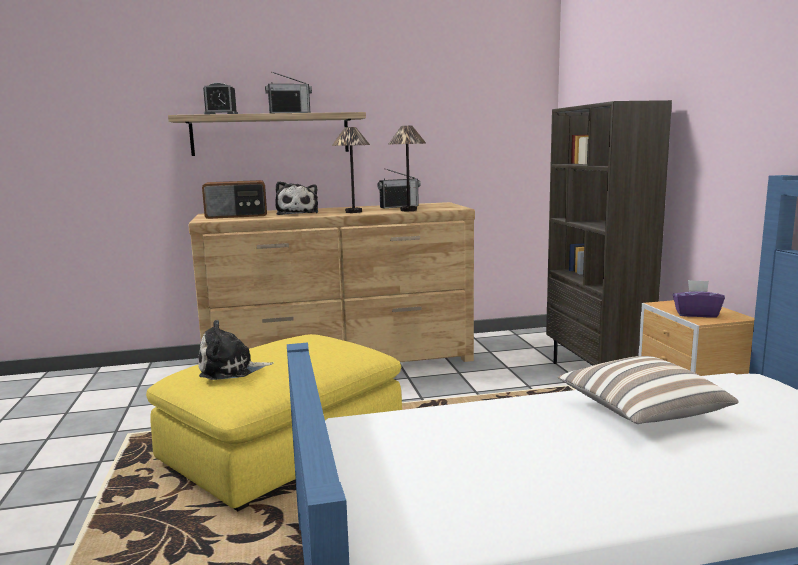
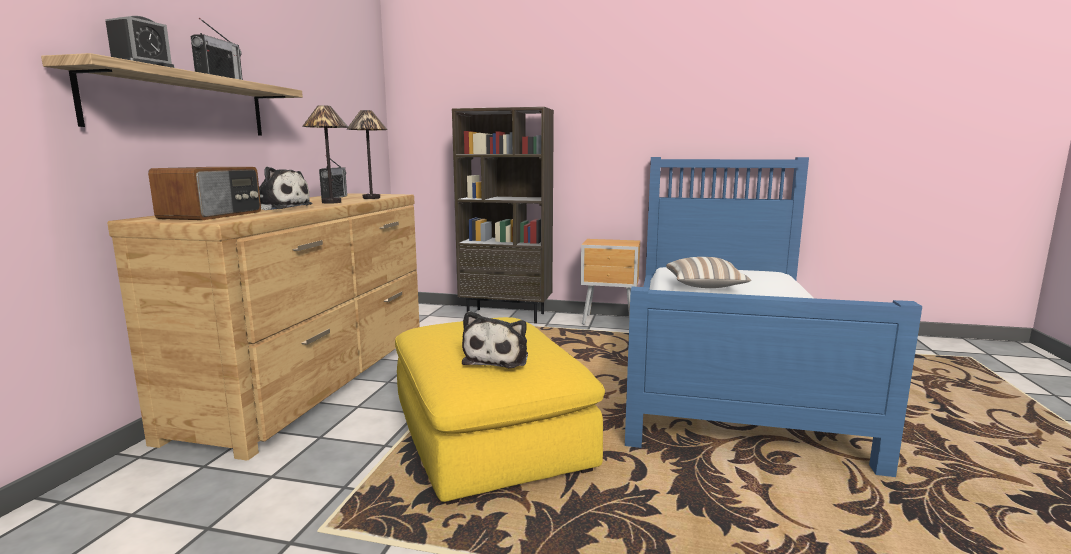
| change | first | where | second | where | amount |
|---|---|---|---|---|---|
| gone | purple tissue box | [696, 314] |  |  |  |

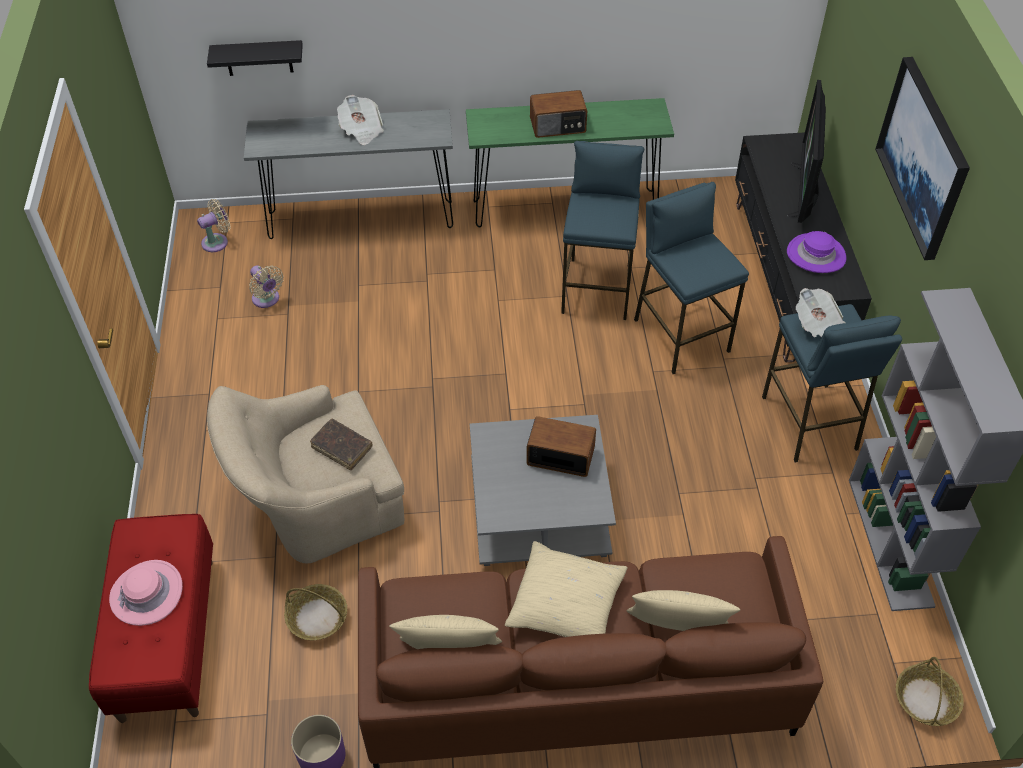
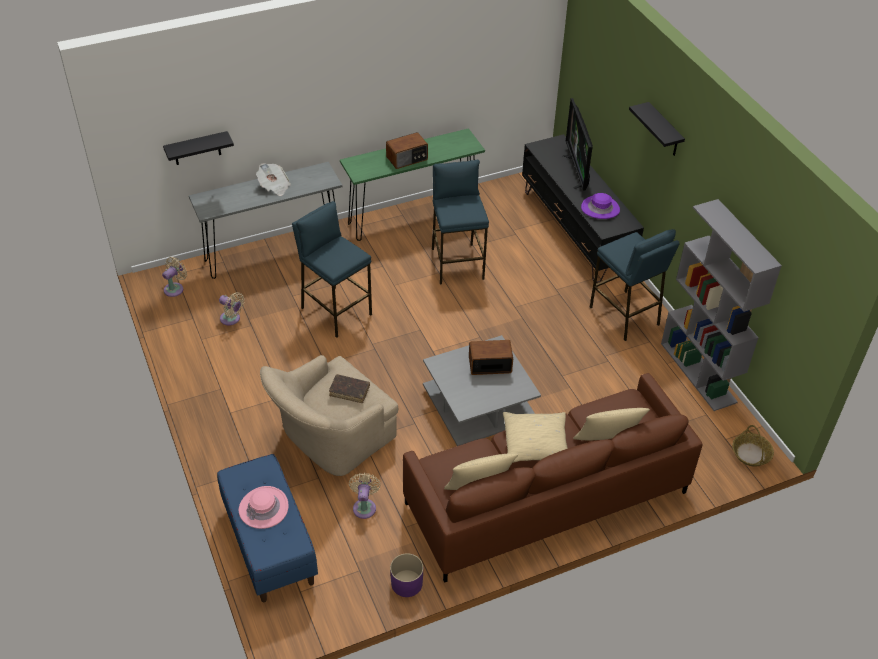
| change | first | where | second | where | amount |
|---|---|---|---|---|---|
| repainted | red bench | [167, 637] | blue bench | [269, 544] |  |
| swapped | basket | [317, 618] | beige fan | [364, 506] |  |
| shifted | blue stool | [681, 335] |  | [336, 311] |  |
| gone | newspaper | [818, 326] |  |  |  |
| swapped | picture | [923, 157] | black shelf | [664, 131] |  |

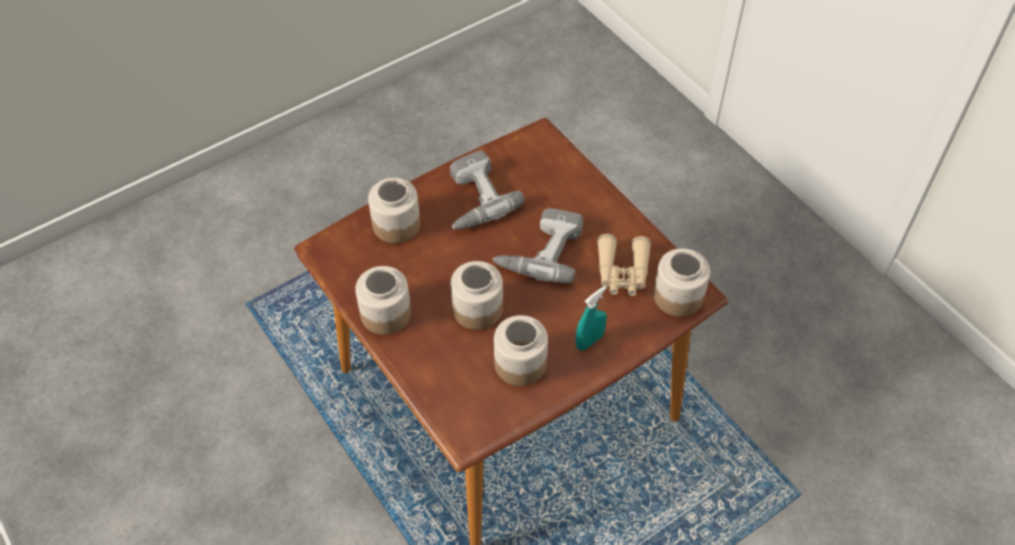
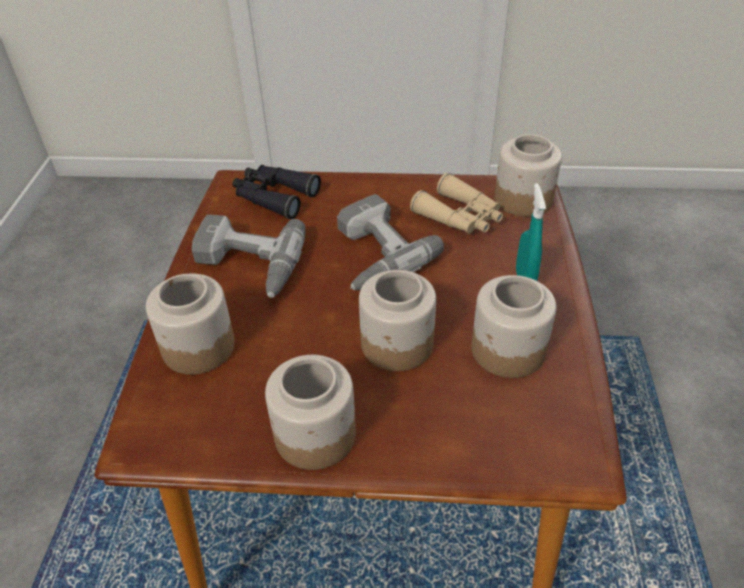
| change | first | where | second | where | amount |
|---|---|---|---|---|---|
| new |  |  | black binoculars | [274, 197] |  |

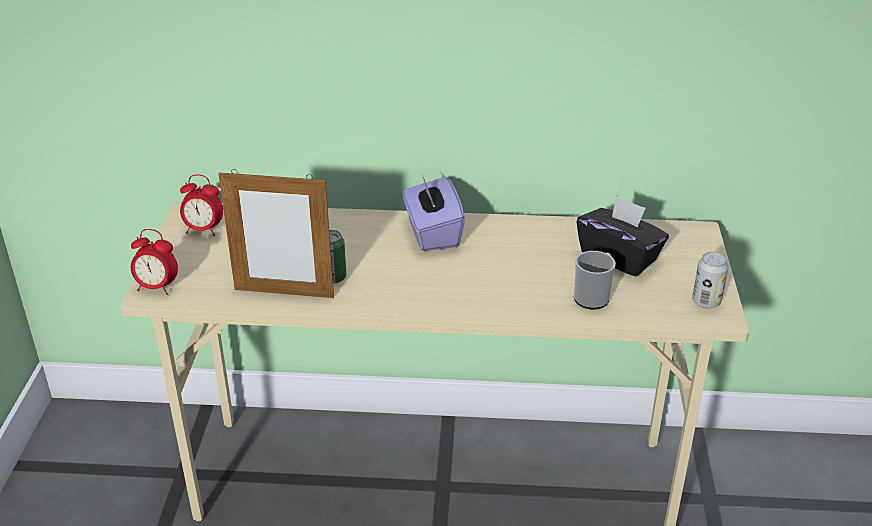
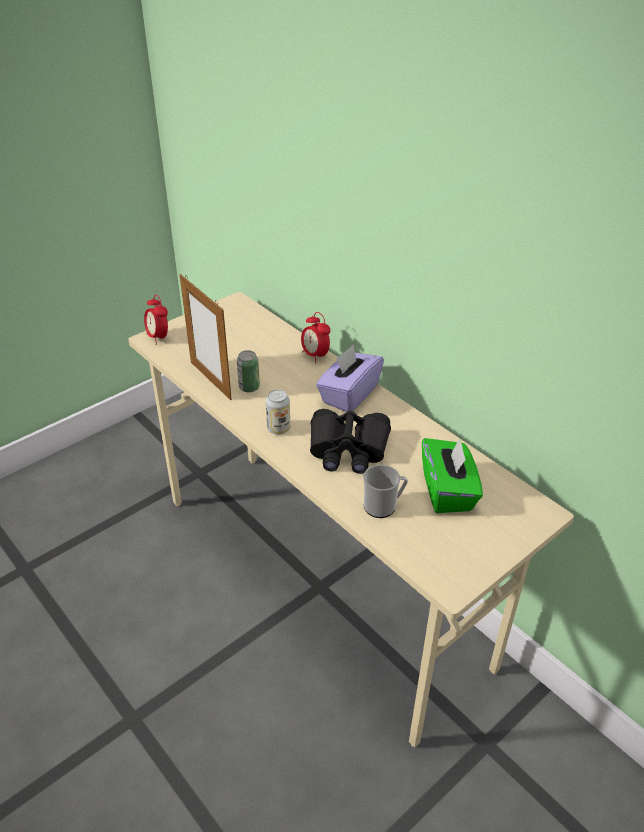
| change | first | where | second | where | amount |
|---|---|---|---|---|---|
| shifted | alarm clock | [203, 230] |  | [315, 355] |  |
| repainted | black tissue box | [619, 257] | green tissue box | [448, 491] |  |
| shifted | can | [706, 302] |  | [278, 428] |  |
| new |  |  | black binoculars | [348, 449] |  |

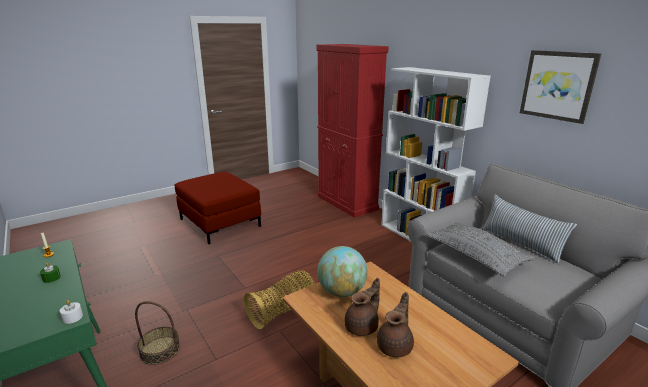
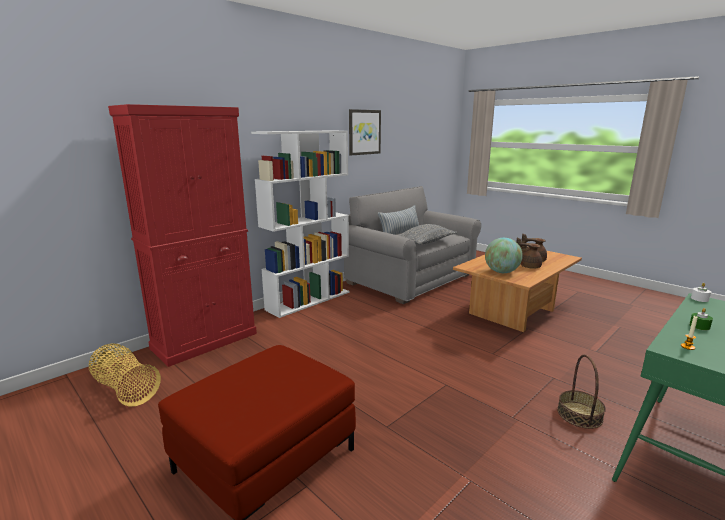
| change | first | where | second | where | amount |
|---|---|---|---|---|---|
| shifted | basket | [283, 311] |  | [125, 389] |  |

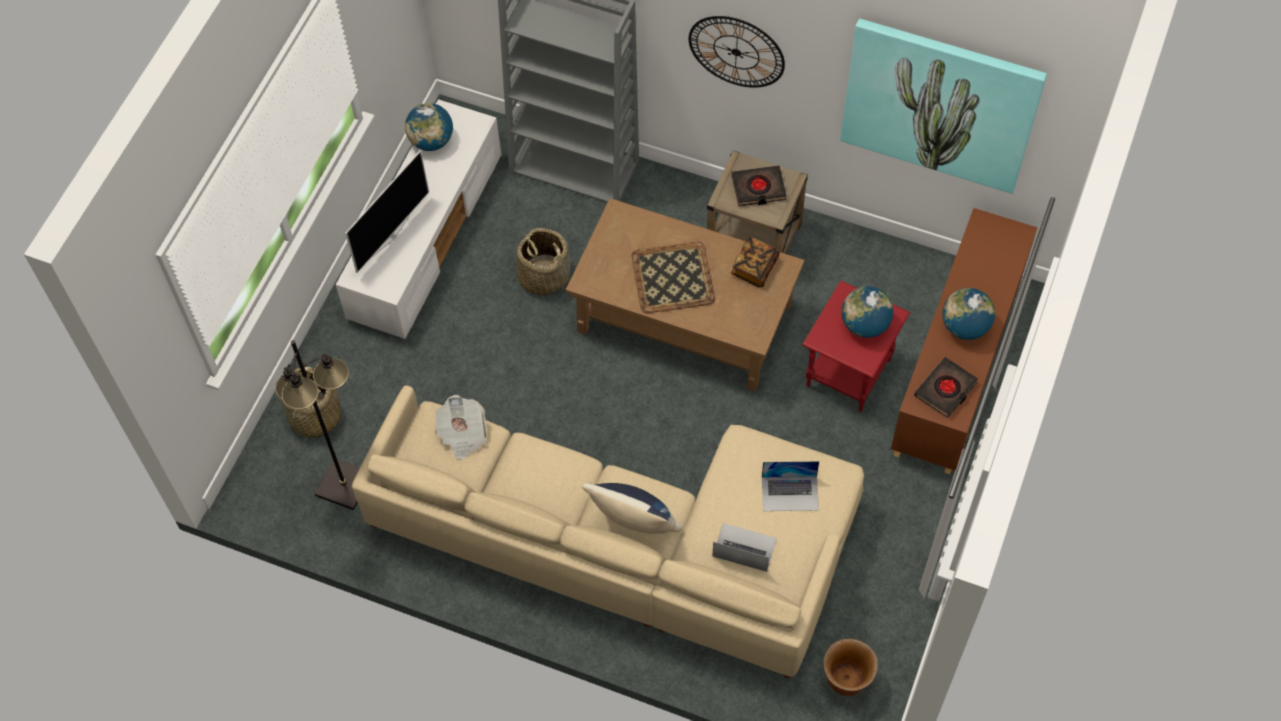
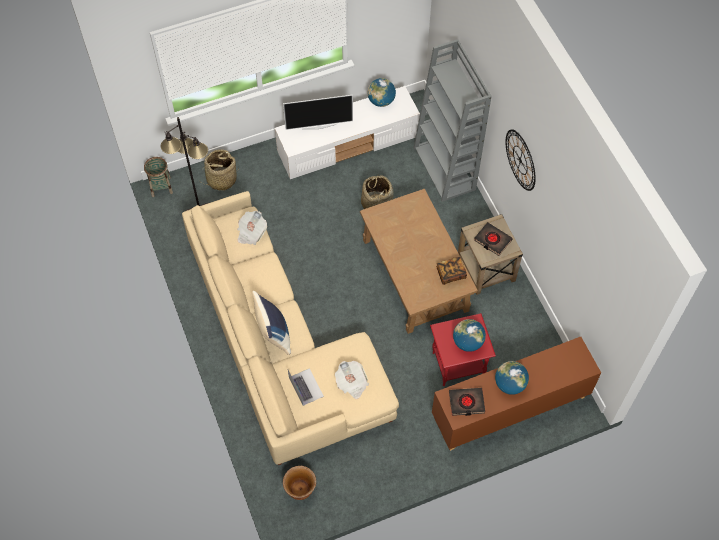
| change | first | where | second | where | amount |
|---|---|---|---|---|---|
| gone | tray | [672, 278] |  |  |  |
| swapped | laptop | [790, 493] | newspaper | [352, 383] |  |
| gone | picture | [940, 103] |  |  |  |
| new |  |  | basket | [161, 187] |  |

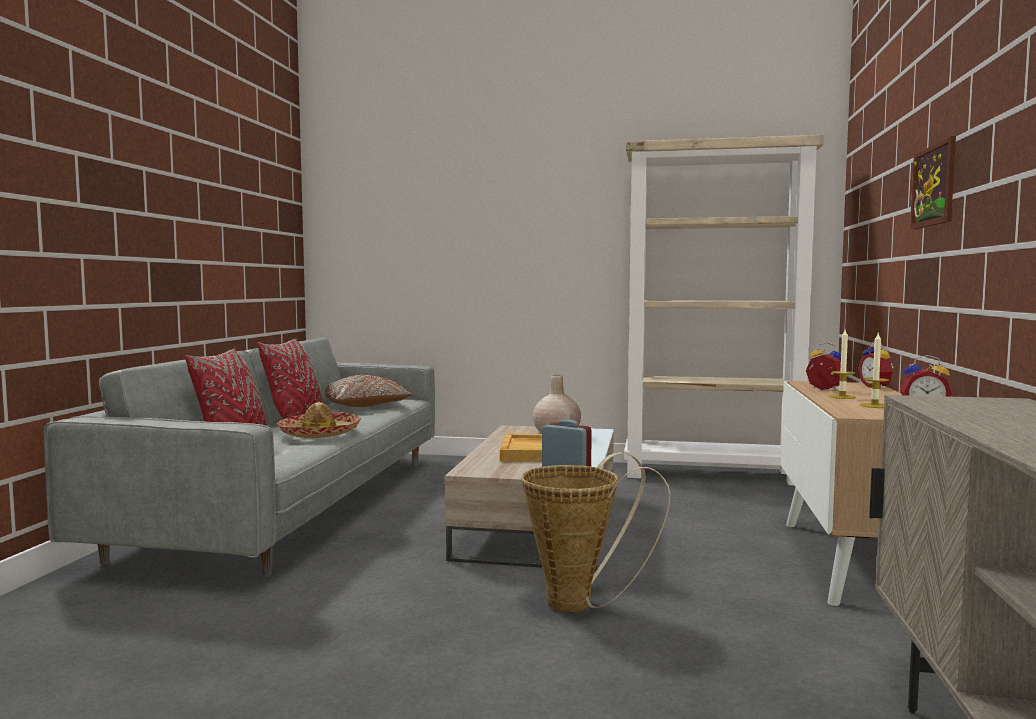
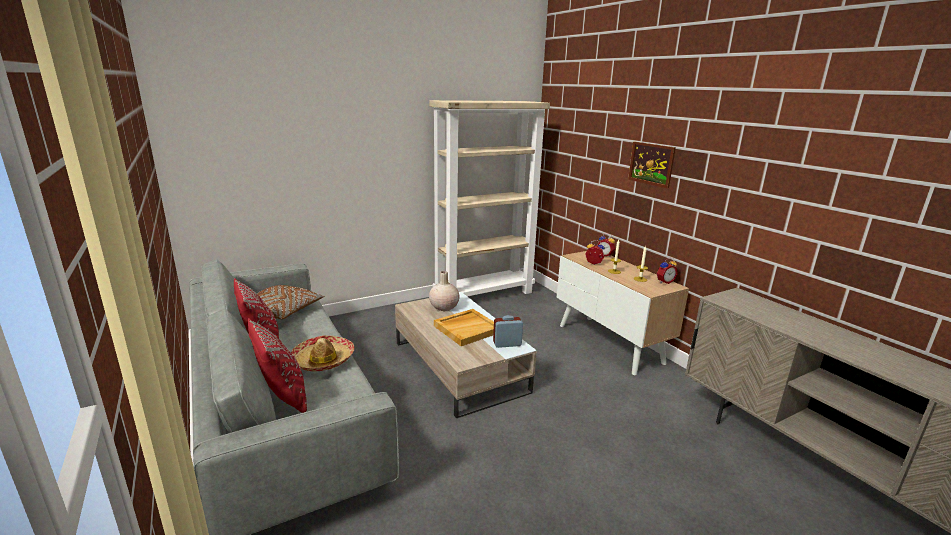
| change | first | where | second | where | amount |
|---|---|---|---|---|---|
| gone | basket | [580, 603] |  |  |  |

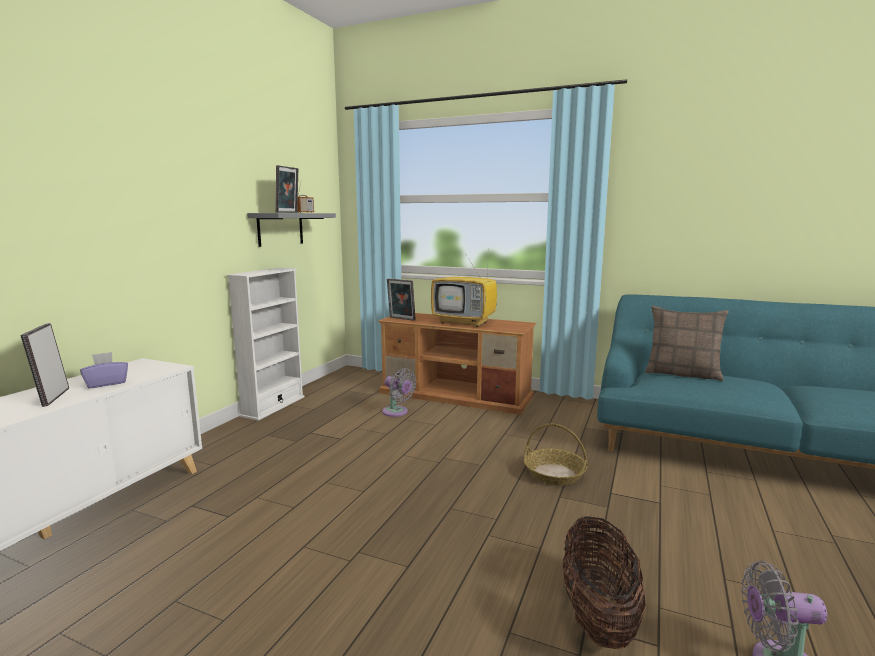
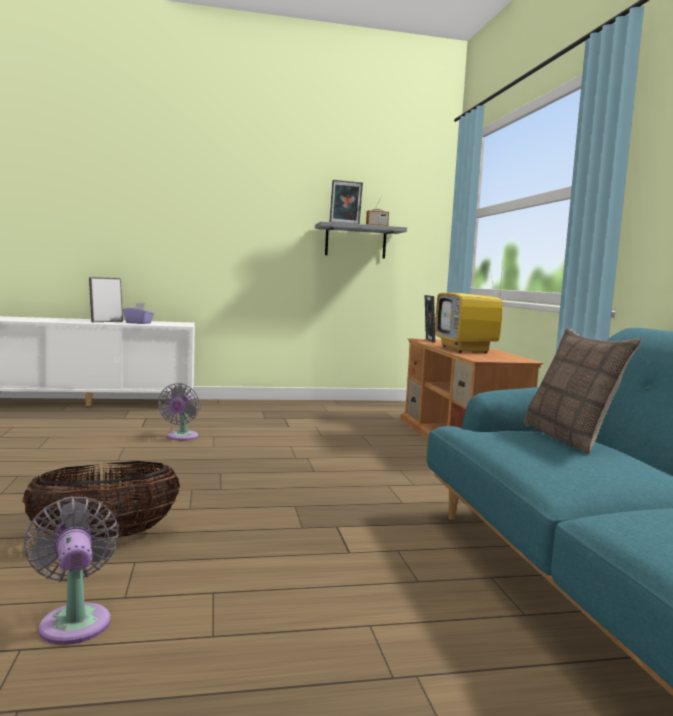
| change | first | where | second | where | amount |
|---|---|---|---|---|---|
| gone | white bookcase | [273, 406] |  |  |  |
| shifted | grey fan | [397, 412] |  | [181, 437] |  |
| gone | basket | [554, 474] |  |  |  |

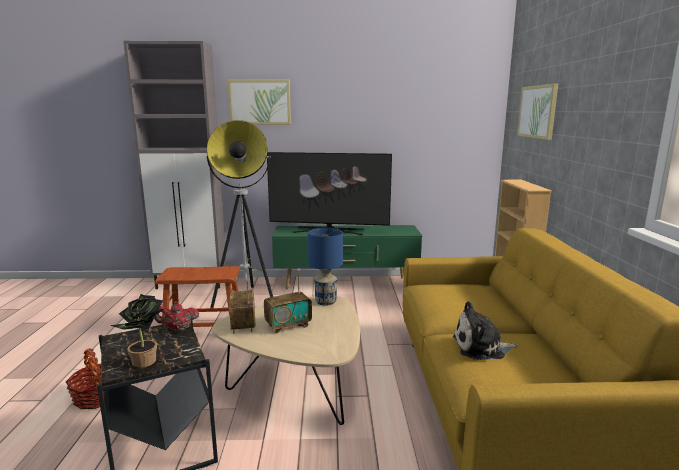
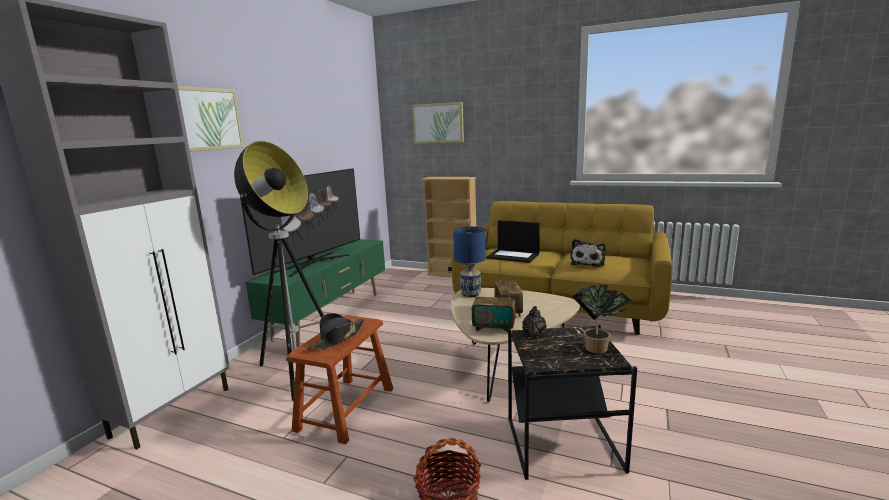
| change | first | where | second | where | amount |
|---|---|---|---|---|---|
| repainted | red teapot | [177, 329] | black teapot | [534, 334] |  |
| new |  |  | black hat | [337, 338] |  |
| new |  |  | laptop | [514, 256] |  |

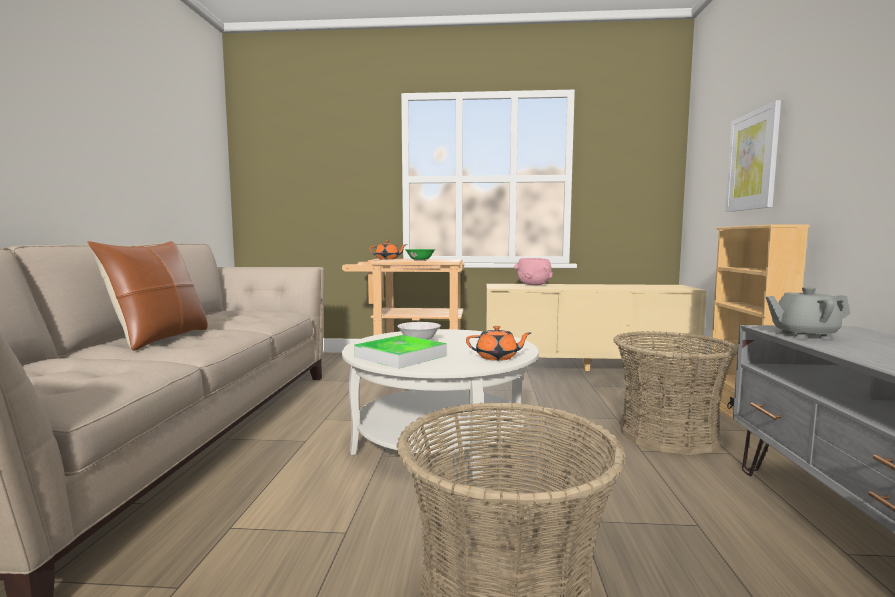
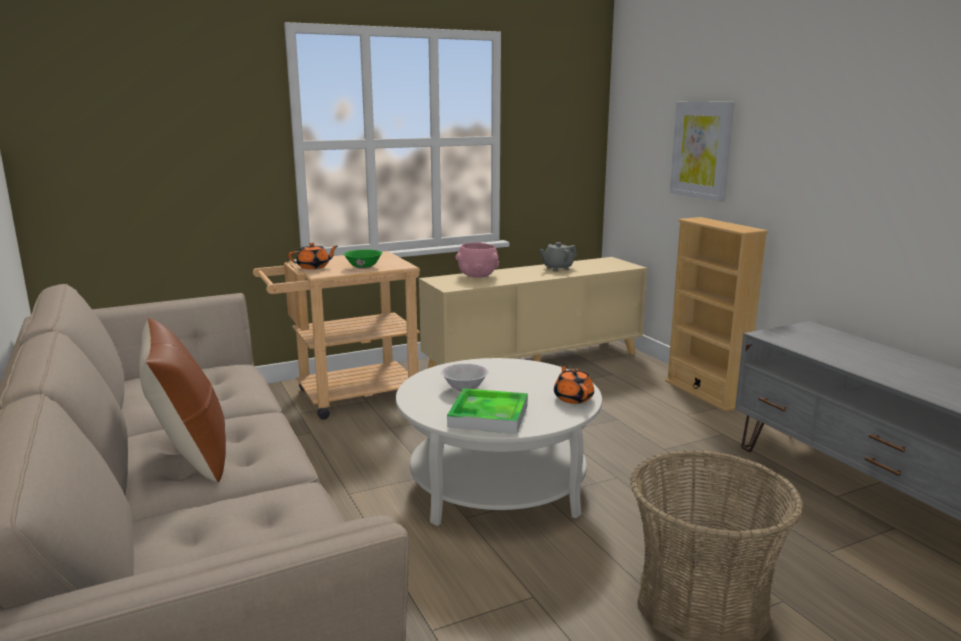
| change | first | where | second | where | amount |
|---|---|---|---|---|---|
| rotated | orange teapot | [497, 357] |  | [573, 398] | 75 degrees counterclockwise |
| gone | basket | [668, 434] |  |  |  |
| shifted | grey teapot | [803, 335] |  | [557, 268] |  |

